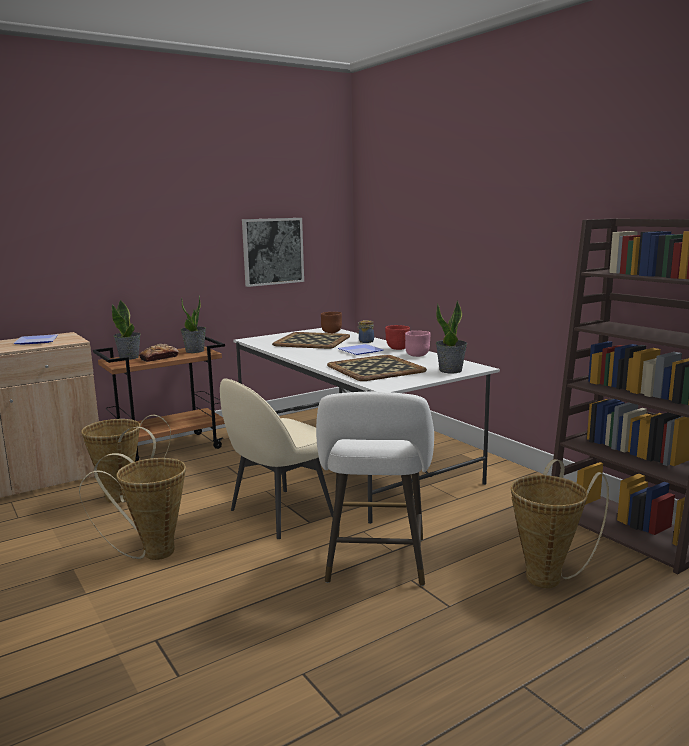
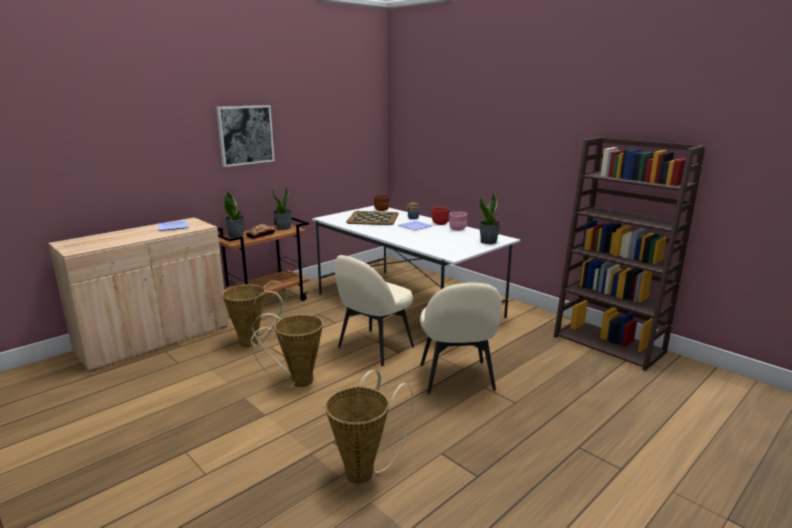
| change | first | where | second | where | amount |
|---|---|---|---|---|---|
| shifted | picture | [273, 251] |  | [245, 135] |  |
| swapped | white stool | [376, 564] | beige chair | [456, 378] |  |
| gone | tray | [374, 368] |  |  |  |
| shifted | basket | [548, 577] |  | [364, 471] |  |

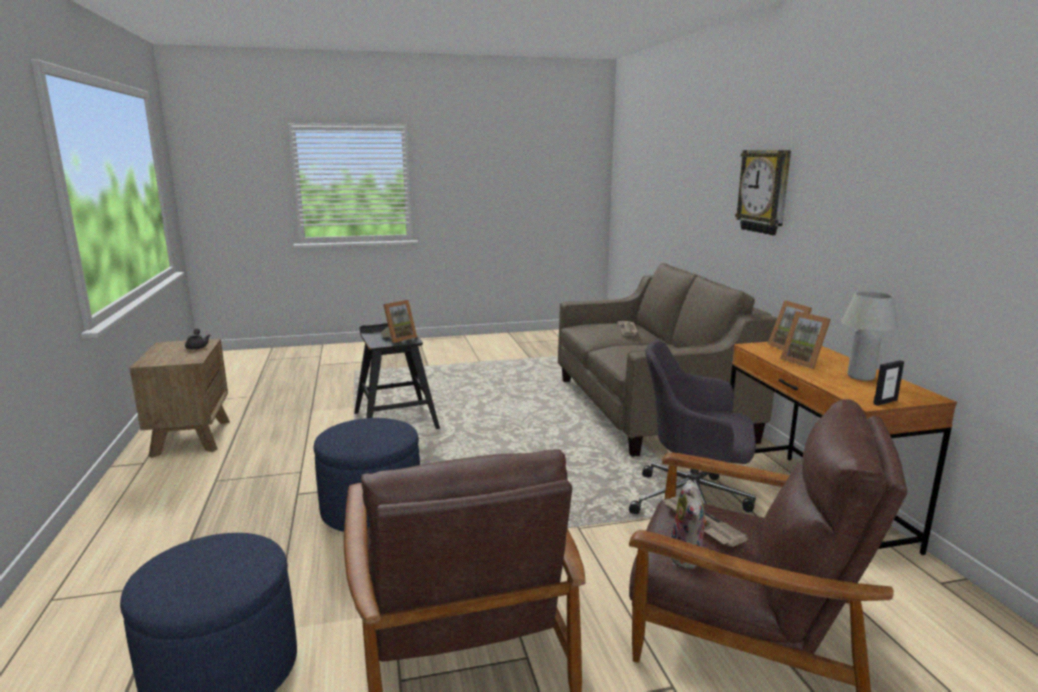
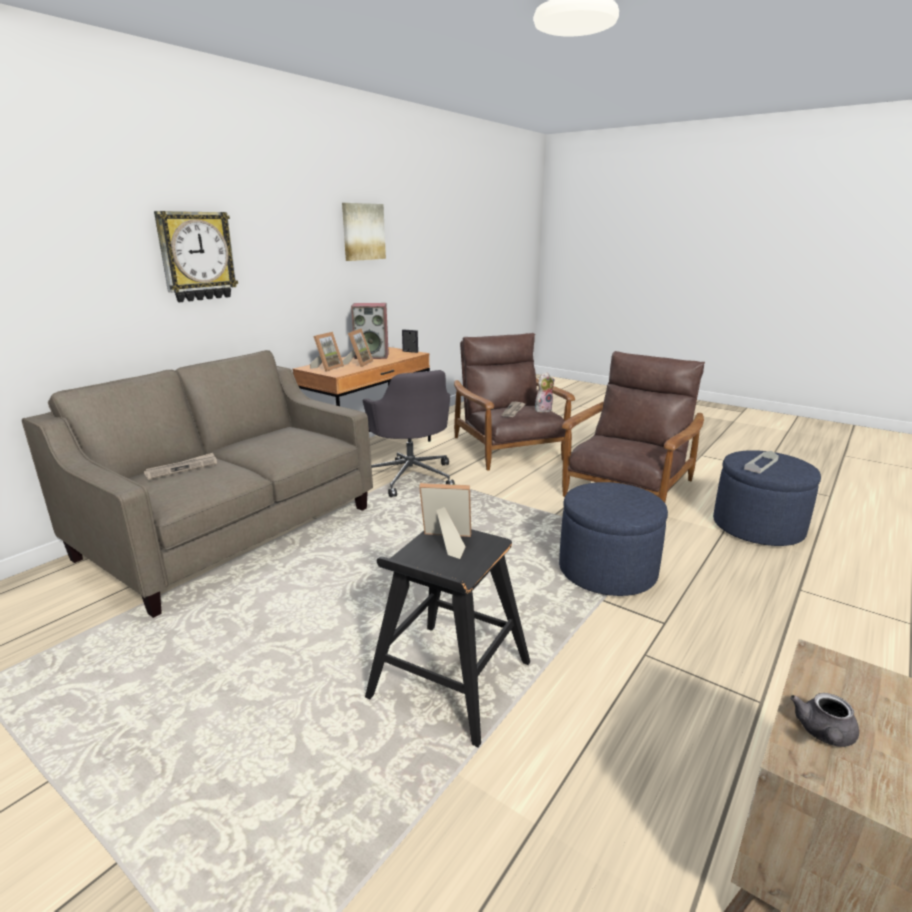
| change | first | where | second | where | amount |
|---|---|---|---|---|---|
| swapped | white table lamp | [860, 377] | speaker | [372, 356] |  |
| new |  |  | picture | [363, 232] |  |
| new |  |  | grey tray | [761, 464] |  |

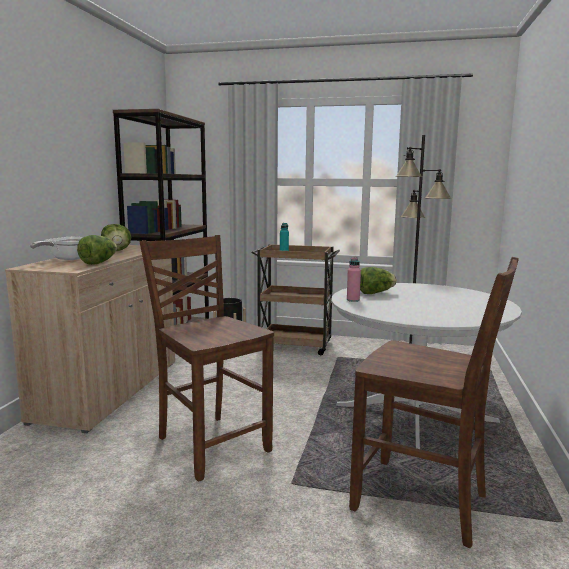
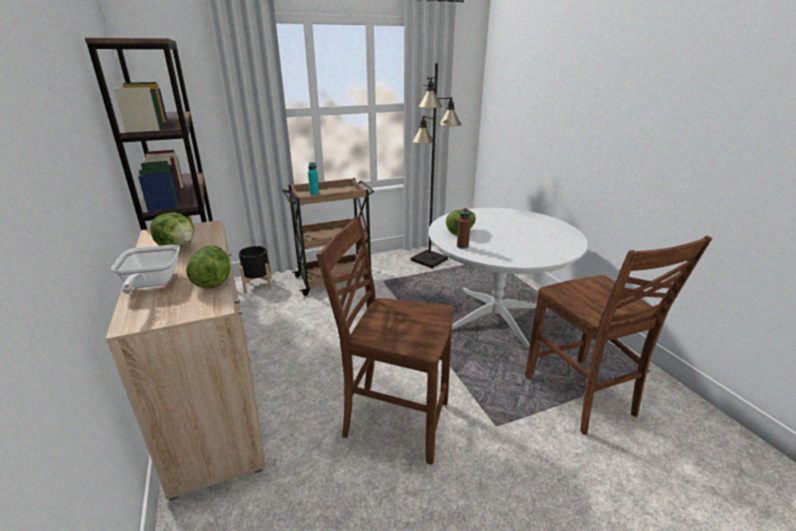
| change | first | where | second | where | amount |
|---|---|---|---|---|---|
| repainted | pink bottle | [353, 300] | brown bottle | [462, 246] |  |
| rotated | brown chair | [422, 503] |  | [581, 396] | 75 degrees clockwise |

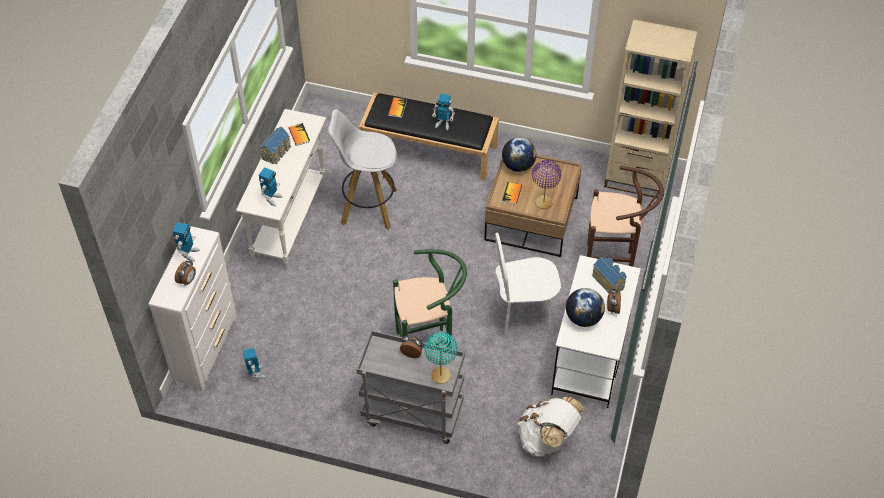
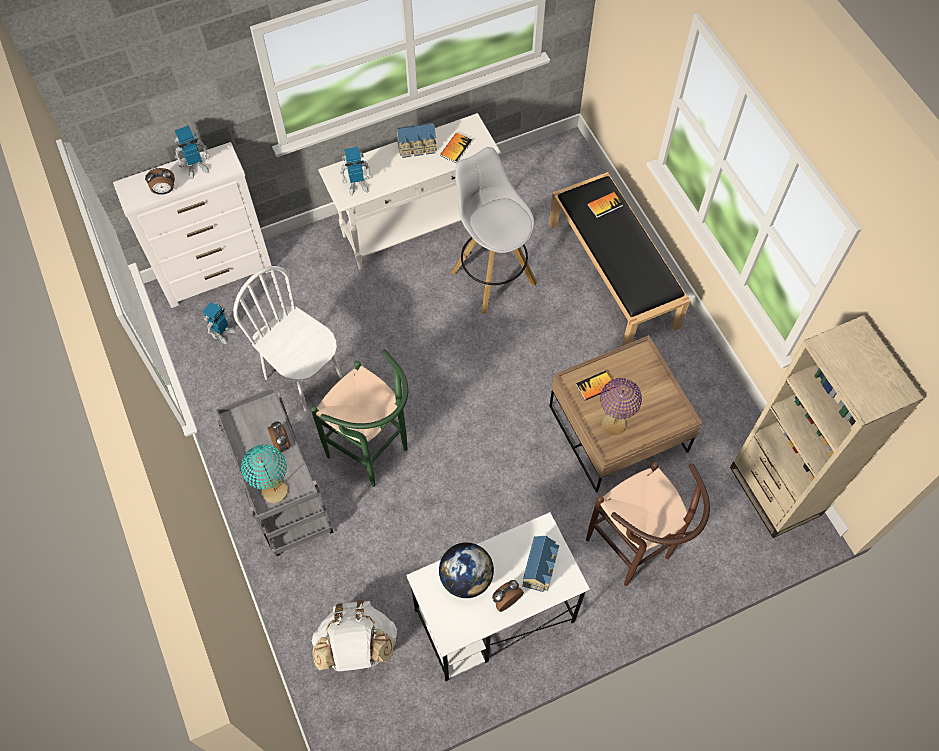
| change | first | where | second | where | amount |
|---|---|---|---|---|---|
| gone | toy robot | [443, 123] |  |  |  |
| shifted | white chair | [523, 314] |  | [304, 376] |  |
| gone | globe | [518, 165] |  |  |  |

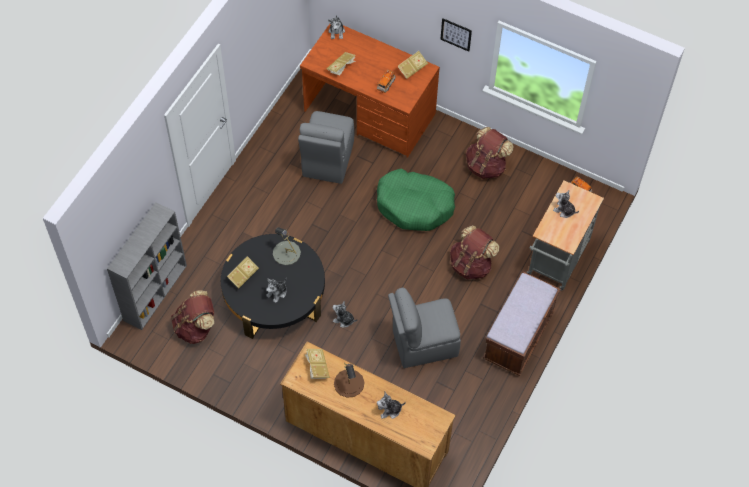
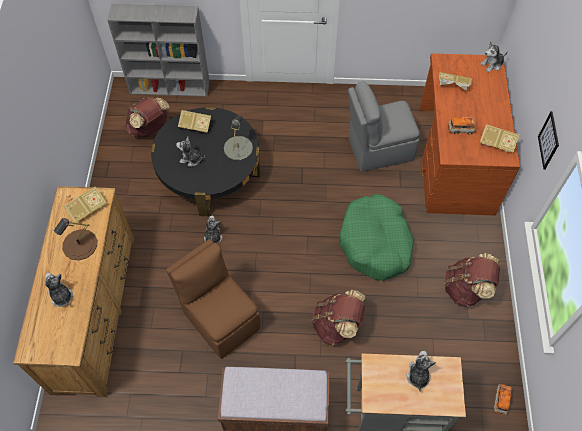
| change | first | where | second | where | amount |
|---|---|---|---|---|---|
| repainted | grey chair | [423, 343] | brown chair | [220, 318] |  |

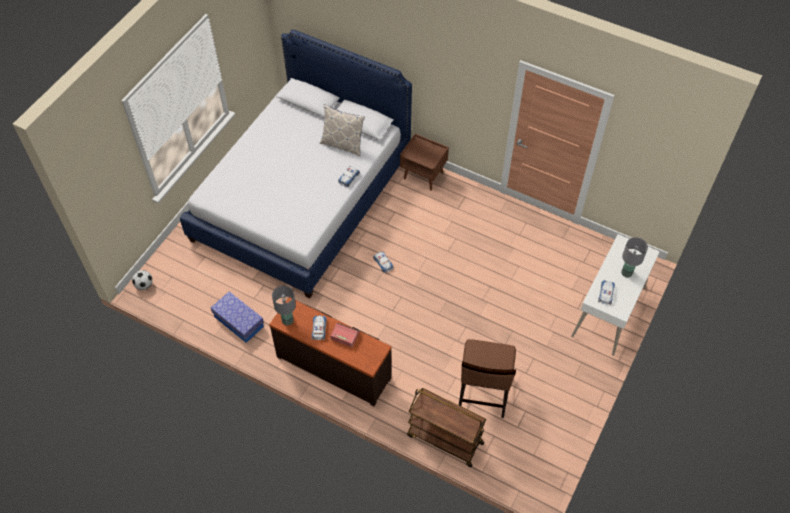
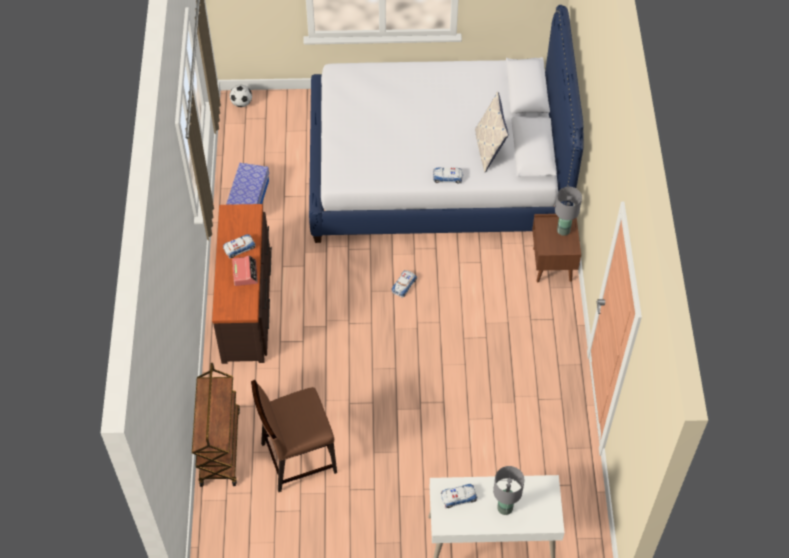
| change | first | where | second | where | amount |
|---|---|---|---|---|---|
| shifted | grey table lamp | [288, 321] |  | [563, 230] |  |

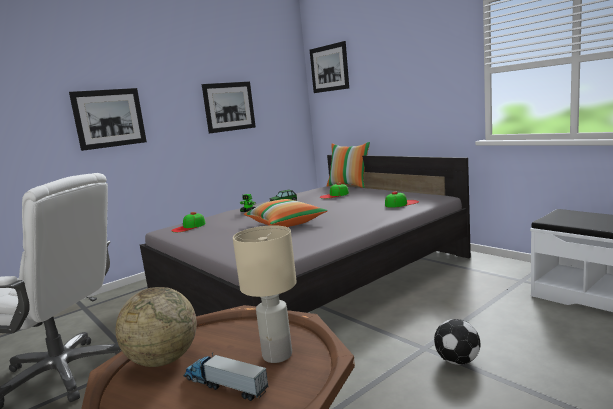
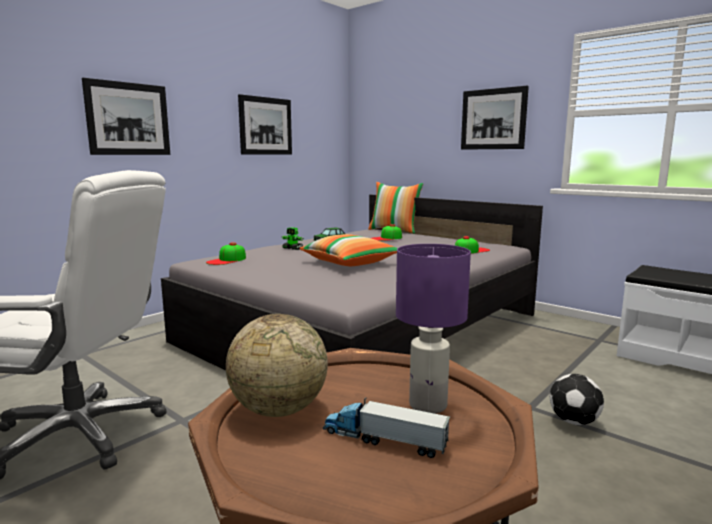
| change | first | where | second | where | amount |
|---|---|---|---|---|---|
| repainted | beige table lamp | [277, 355] | purple table lamp | [428, 405] |  |
| shifted | picture | [329, 68] |  | [493, 119] |  |

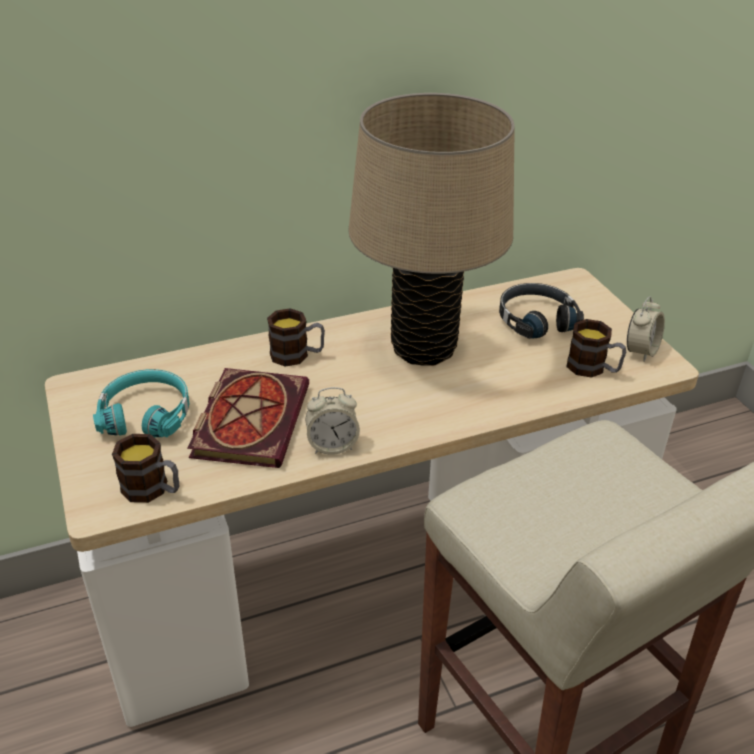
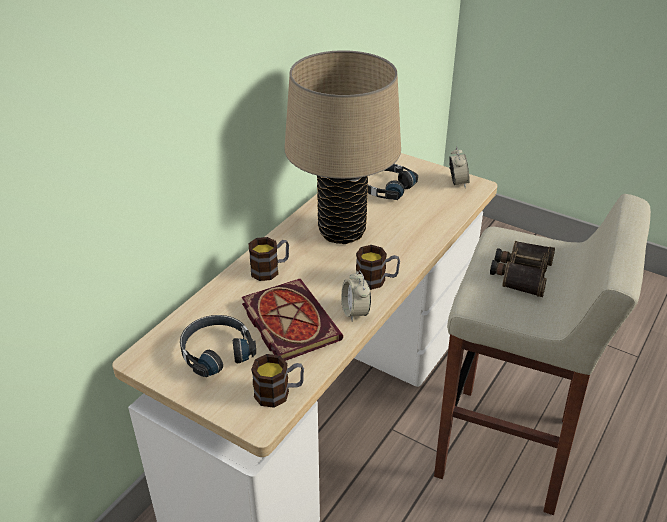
| change | first | where | second | where | amount |
|---|---|---|---|---|---|
| repainted | turquoise headphones | [146, 414] | black headphones | [216, 351] |  |
| rotated | alarm clock | [332, 445] |  | [355, 312] | 120 degrees clockwise |
| shifted | mug | [593, 369] |  | [377, 280] |  |
| new |  |  | binoculars | [521, 273] |  |

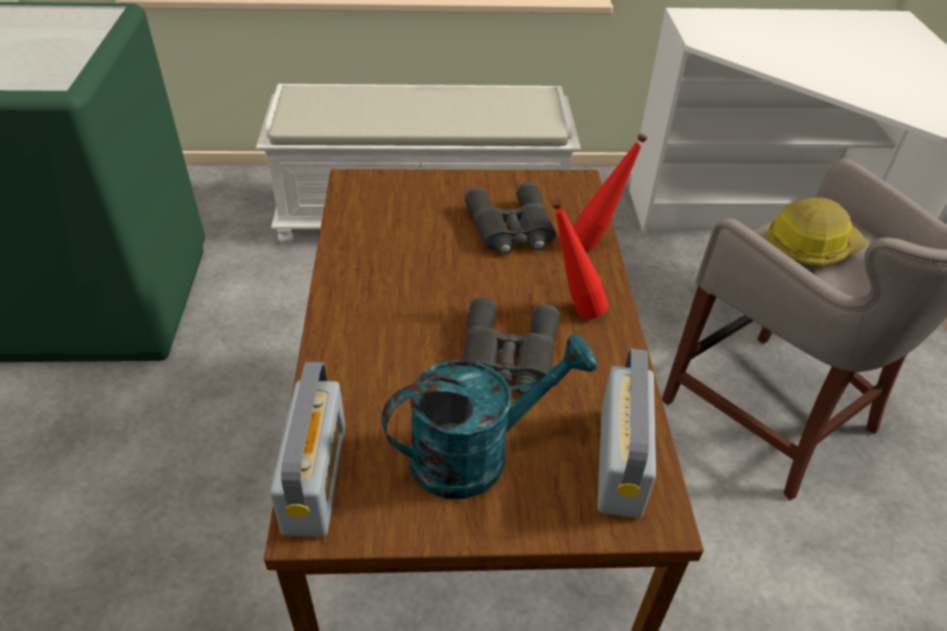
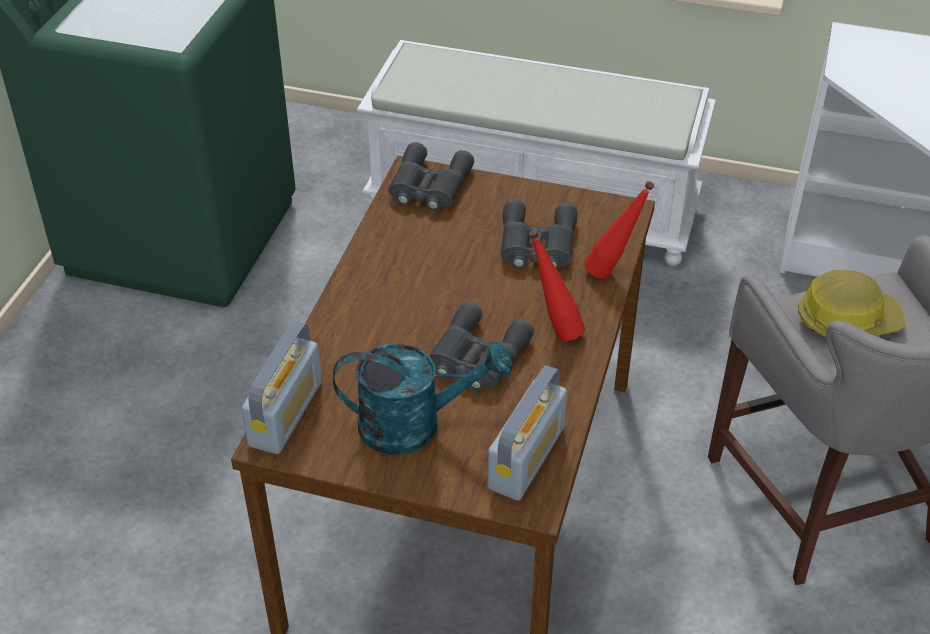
| change | first | where | second | where | amount |
|---|---|---|---|---|---|
| new |  |  | grey binoculars | [428, 187] |  |

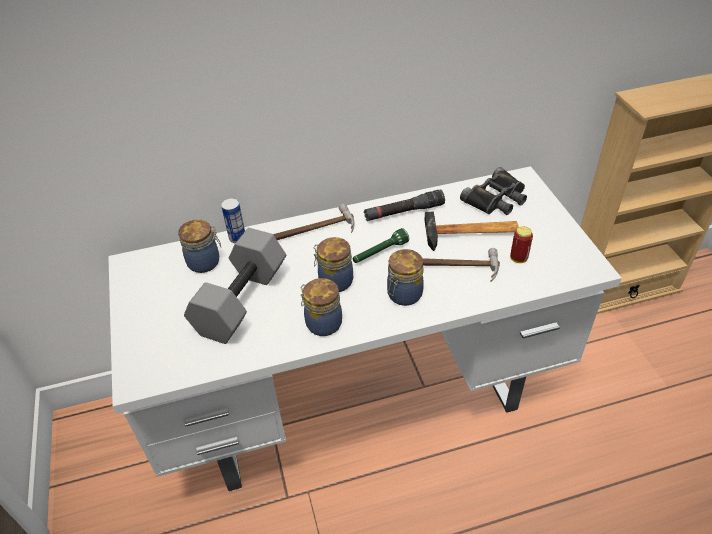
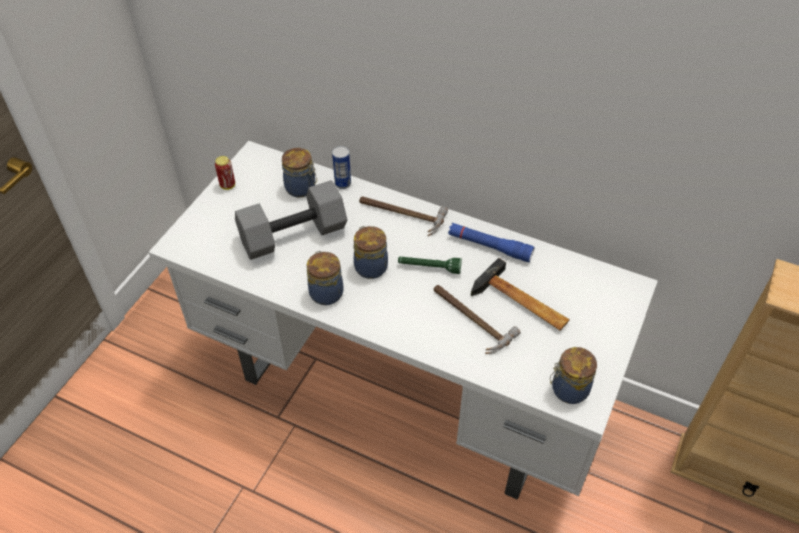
| change | first | where | second | where | amount |
|---|---|---|---|---|---|
| repainted | black flashlight | [404, 212] | blue flashlight | [489, 246] |  |
| shifted | jar | [403, 295] |  | [568, 390] |  |
| gone | black binoculars | [496, 198] |  |  |  |
| shifted | can | [518, 259] |  | [227, 185] |  |

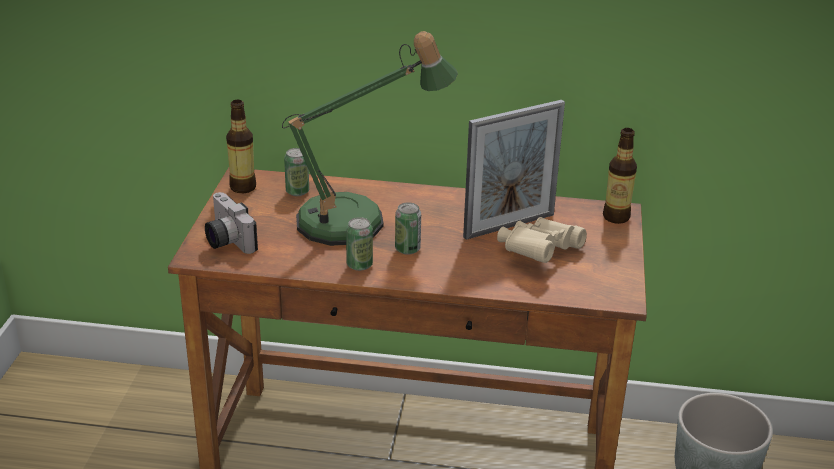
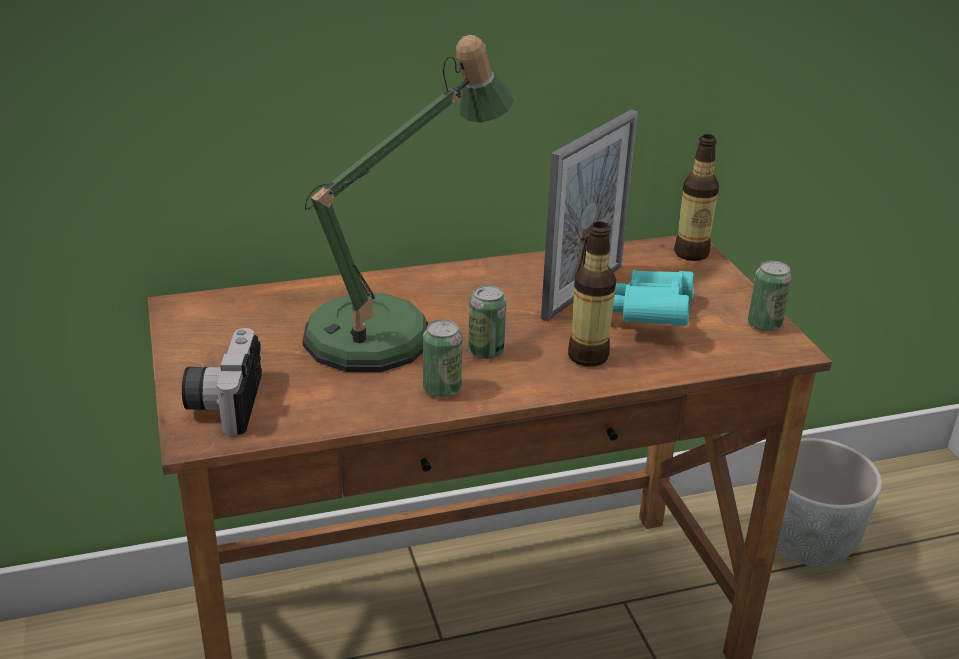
| change | first | where | second | where | amount |
|---|---|---|---|---|---|
| rotated | photo camera | [225, 240] |  | [224, 402] | 60 degrees clockwise |
| shifted | bottle | [243, 187] |  | [587, 356] |  |
| shifted | can | [297, 191] |  | [764, 324] |  |
| repainted | beige binoculars | [538, 253] | turquoise binoculars | [646, 317] |  |

